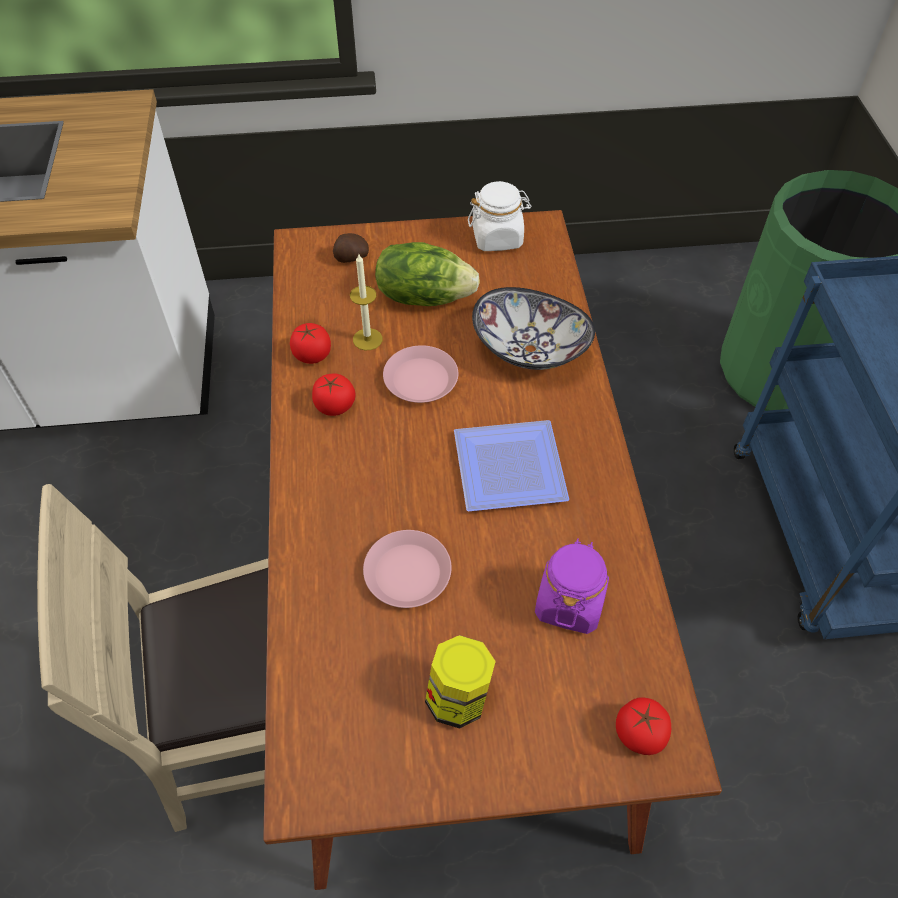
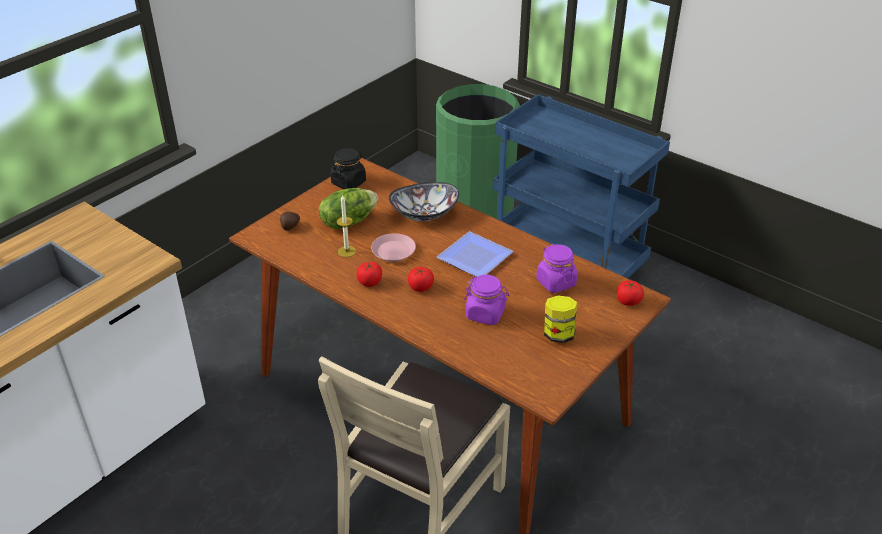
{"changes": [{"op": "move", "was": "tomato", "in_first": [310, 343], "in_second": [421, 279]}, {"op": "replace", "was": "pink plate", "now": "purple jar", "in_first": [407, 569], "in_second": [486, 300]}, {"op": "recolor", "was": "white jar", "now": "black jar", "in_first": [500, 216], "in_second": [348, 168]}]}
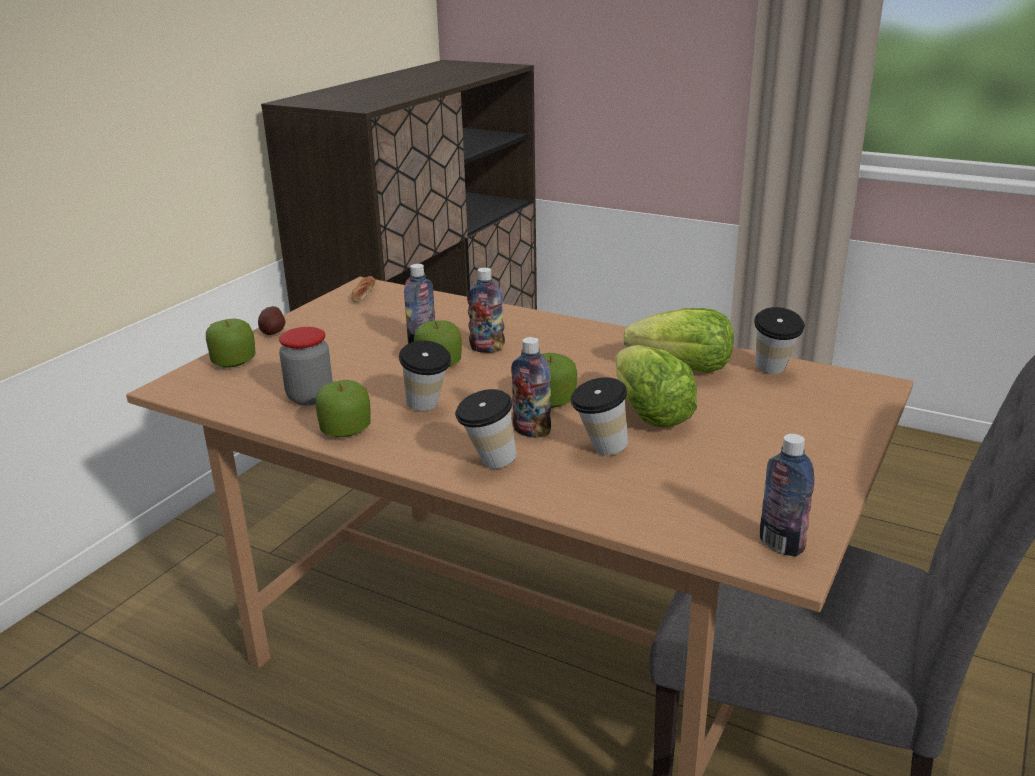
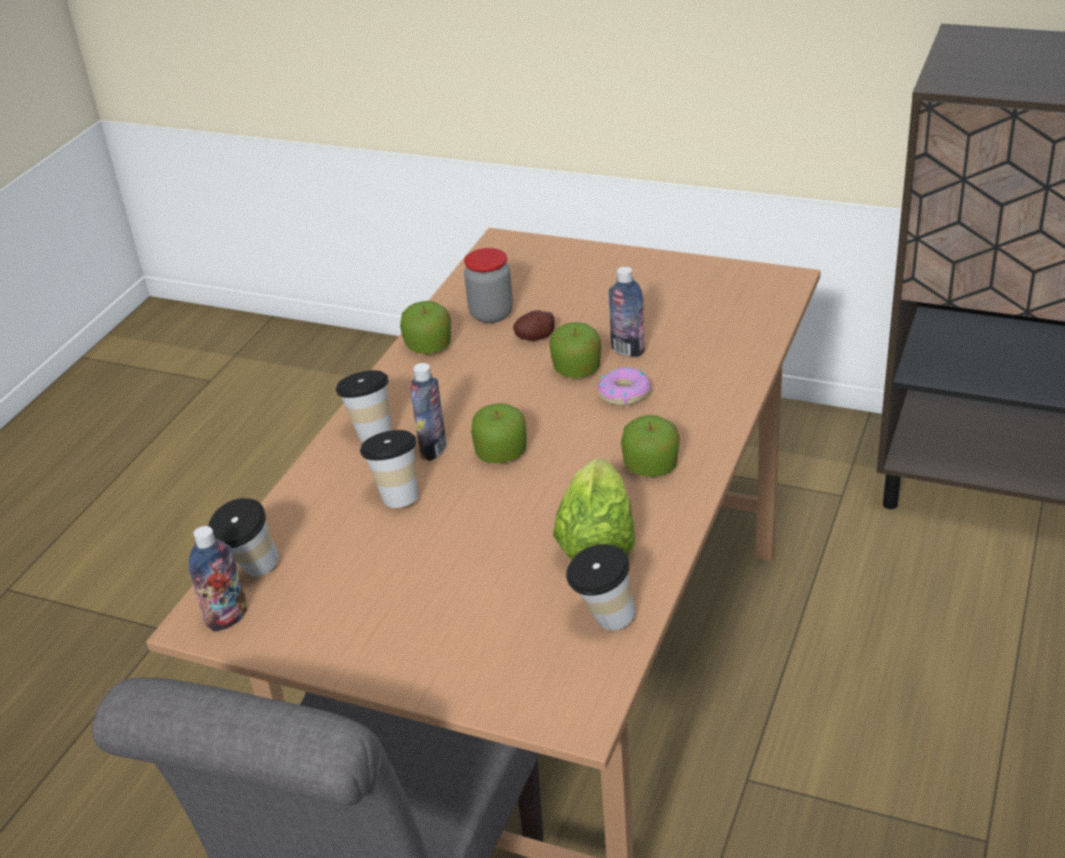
{"changes": [{"op": "move", "was": "apple", "in_first": [231, 343], "in_second": [650, 446]}, {"op": "move", "was": "potato", "in_first": [272, 320], "in_second": [534, 325]}, {"op": "delete", "was": "bread", "in_first": [363, 289]}, {"op": "move", "was": "cup", "in_first": [425, 375], "in_second": [243, 537]}, {"op": "replace", "was": "bottle", "now": "donut", "in_first": [486, 310], "in_second": [624, 386]}, {"op": "delete", "was": "lettuce", "in_first": [656, 386]}]}
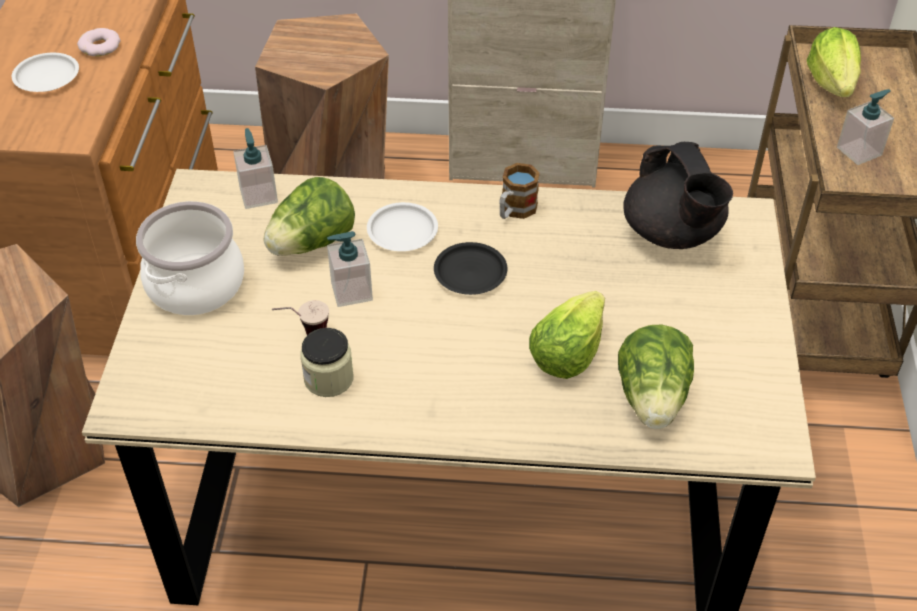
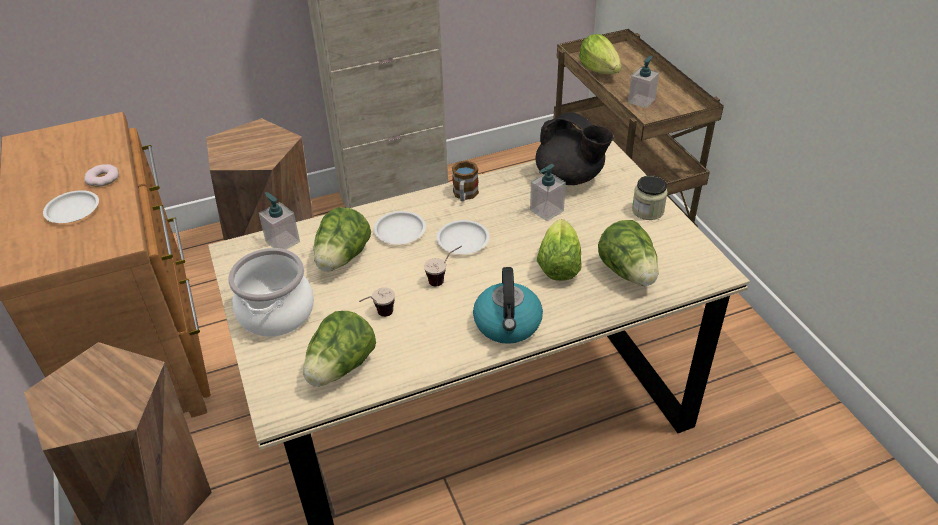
{"changes": [{"op": "move", "was": "jar", "in_first": [327, 362], "in_second": [650, 197]}, {"op": "move", "was": "soap dispenser", "in_first": [350, 269], "in_second": [548, 192]}, {"op": "recolor", "was": "black plate", "now": "white plate", "in_first": [471, 268], "in_second": [462, 237]}, {"op": "insert", "now": "lettuce", "in_second": [339, 348]}, {"op": "insert", "now": "cup", "in_second": [443, 265]}, {"op": "insert", "now": "kettle", "in_second": [508, 305]}]}
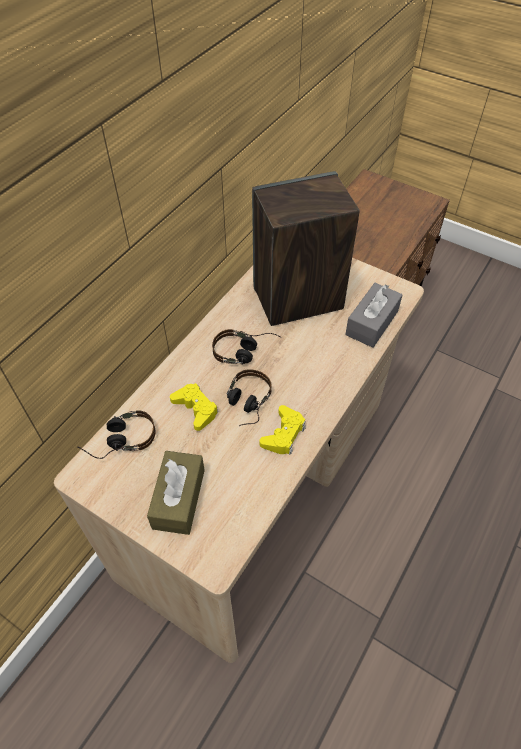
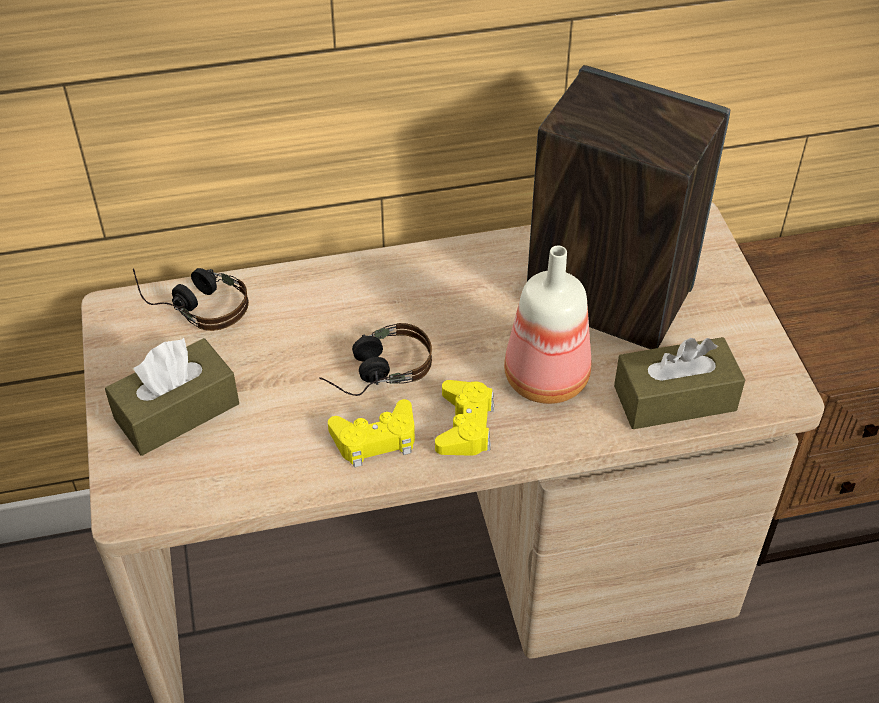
{"changes": [{"op": "move", "was": "yellow game controller", "in_first": [194, 407], "in_second": [464, 418]}, {"op": "delete", "was": "headphones", "in_first": [246, 347]}, {"op": "recolor", "was": "grey tissue box", "now": "brown tissue box", "in_first": [374, 315], "in_second": [679, 383]}, {"op": "insert", "now": "bottle", "in_second": [547, 325]}]}
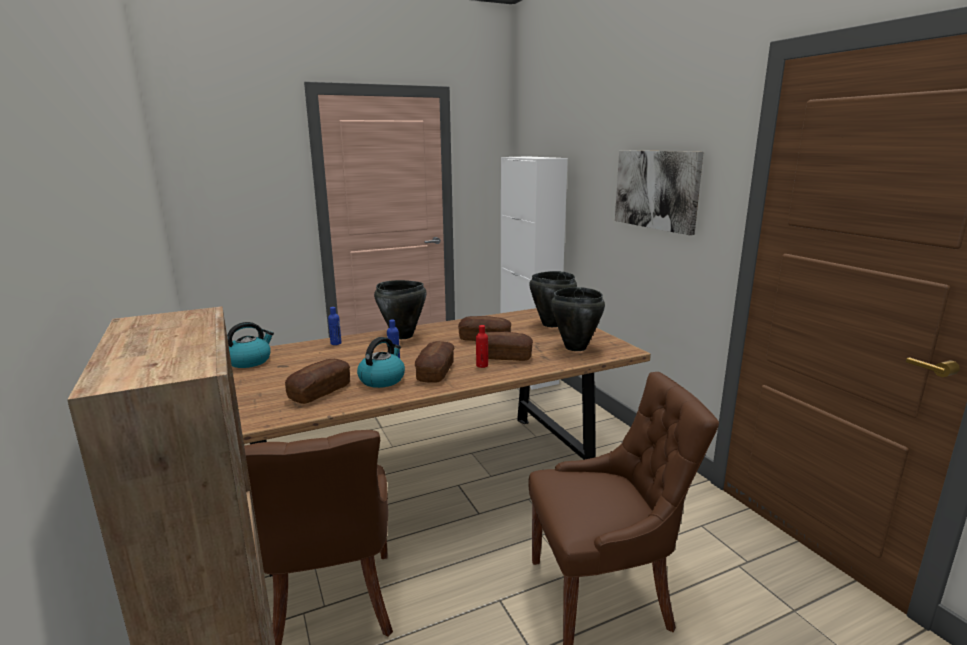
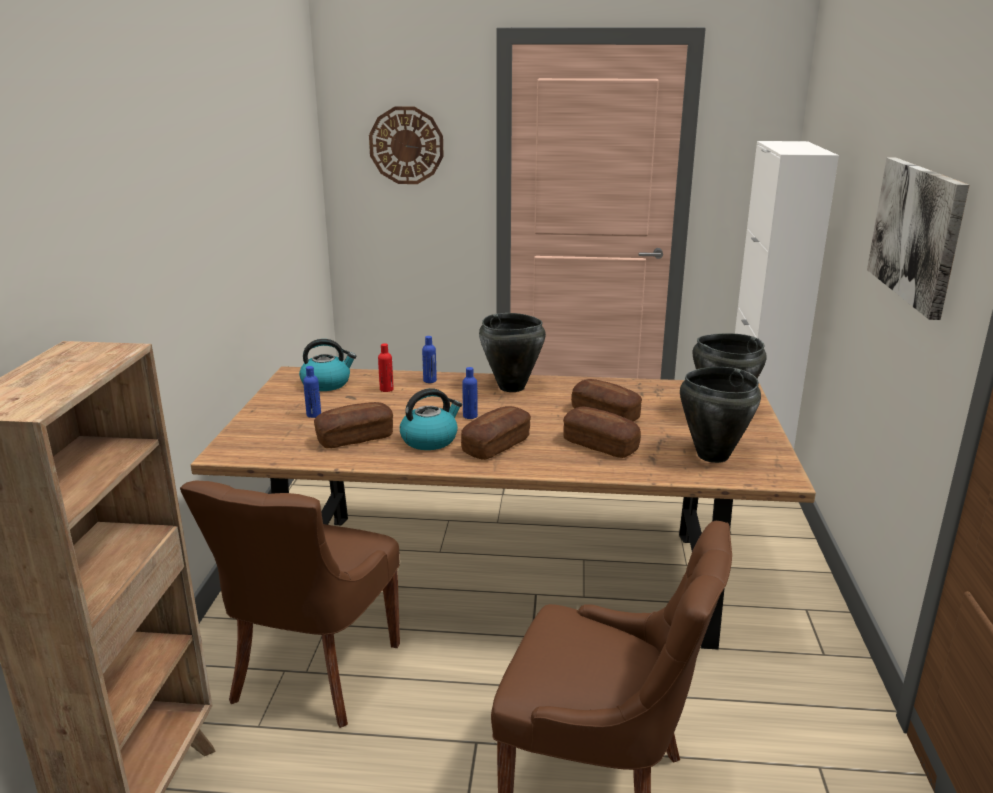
{"changes": [{"op": "move", "was": "red bottle", "in_first": [482, 346], "in_second": [386, 367]}, {"op": "insert", "now": "blue bottle", "in_second": [312, 392]}, {"op": "insert", "now": "wall clock", "in_second": [406, 145]}]}
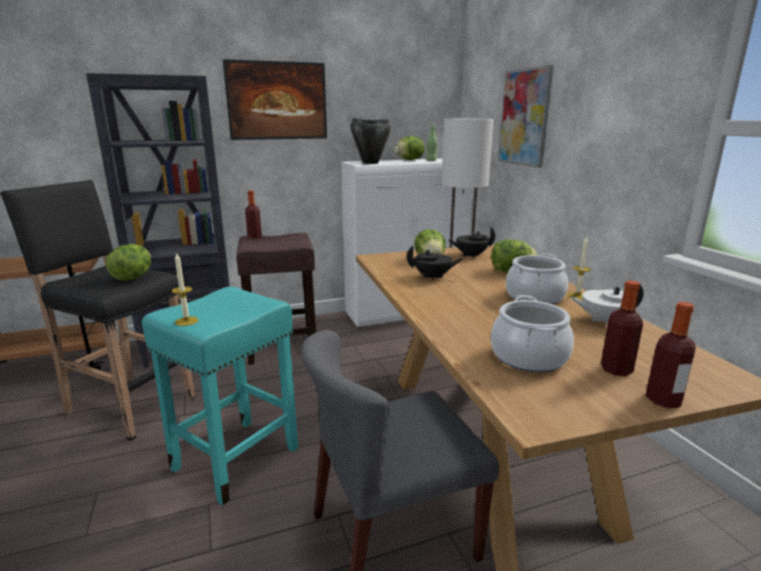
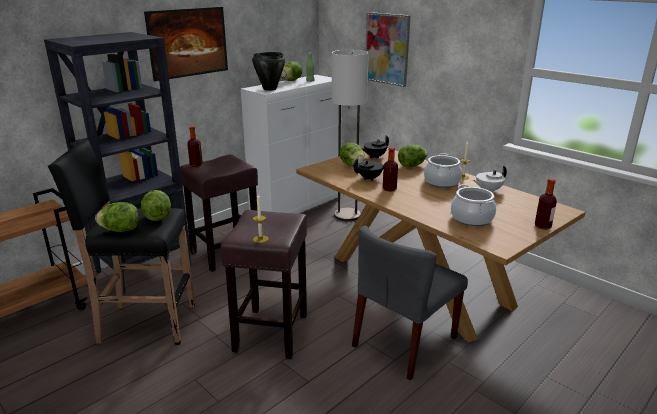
{"changes": [{"op": "recolor", "was": "turquoise stool", "now": "brown stool", "in_first": [220, 395], "in_second": [263, 284]}, {"op": "move", "was": "bottle", "in_first": [622, 328], "in_second": [390, 169]}, {"op": "insert", "now": "lettuce", "in_second": [117, 217]}]}
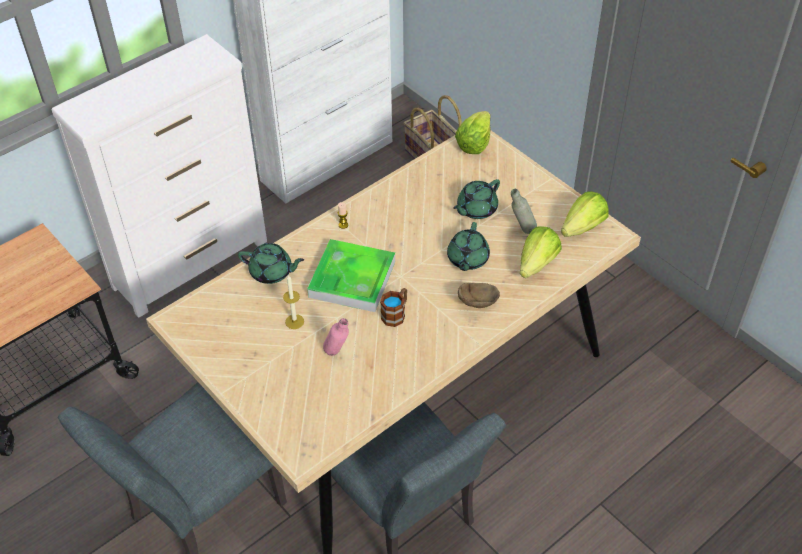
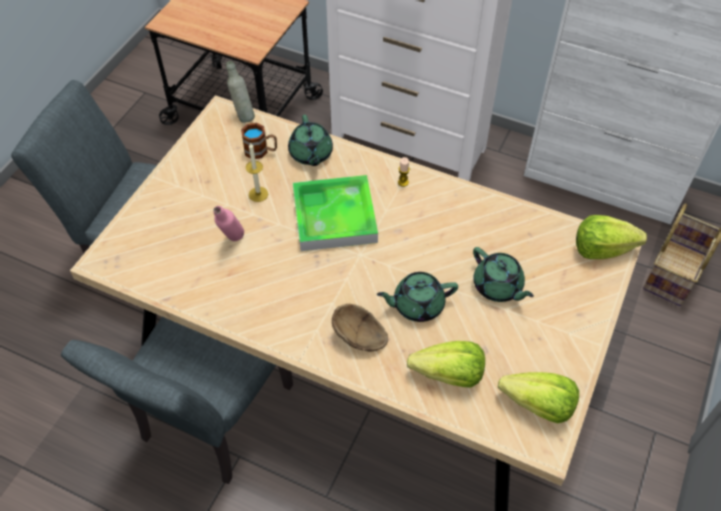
{"changes": [{"op": "move", "was": "mug", "in_first": [393, 307], "in_second": [259, 141]}, {"op": "rotate", "was": "green teapot", "in_first": [476, 199], "in_second": [503, 274], "clockwise": -150}, {"op": "move", "was": "grey bottle", "in_first": [524, 211], "in_second": [240, 92]}]}
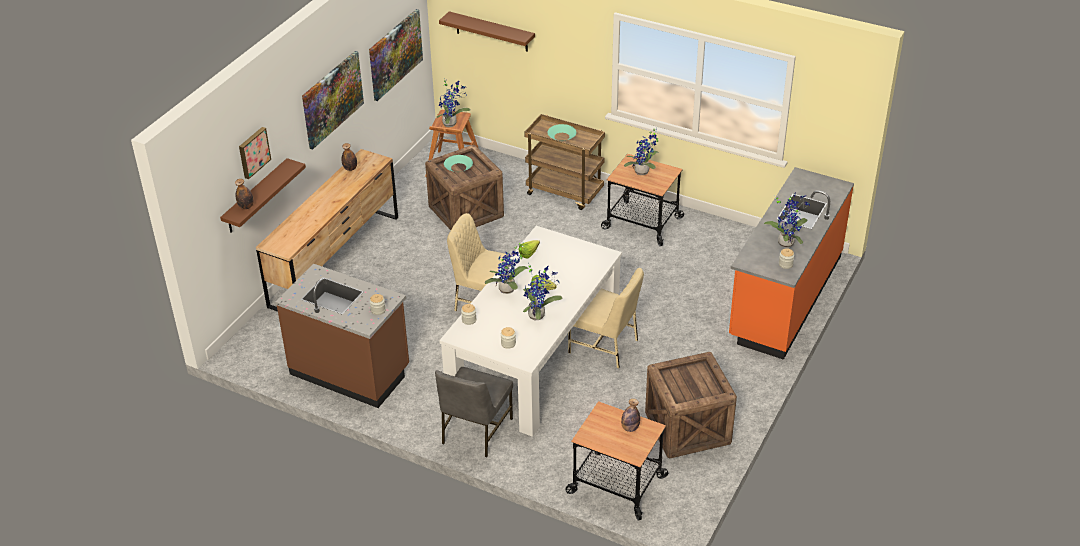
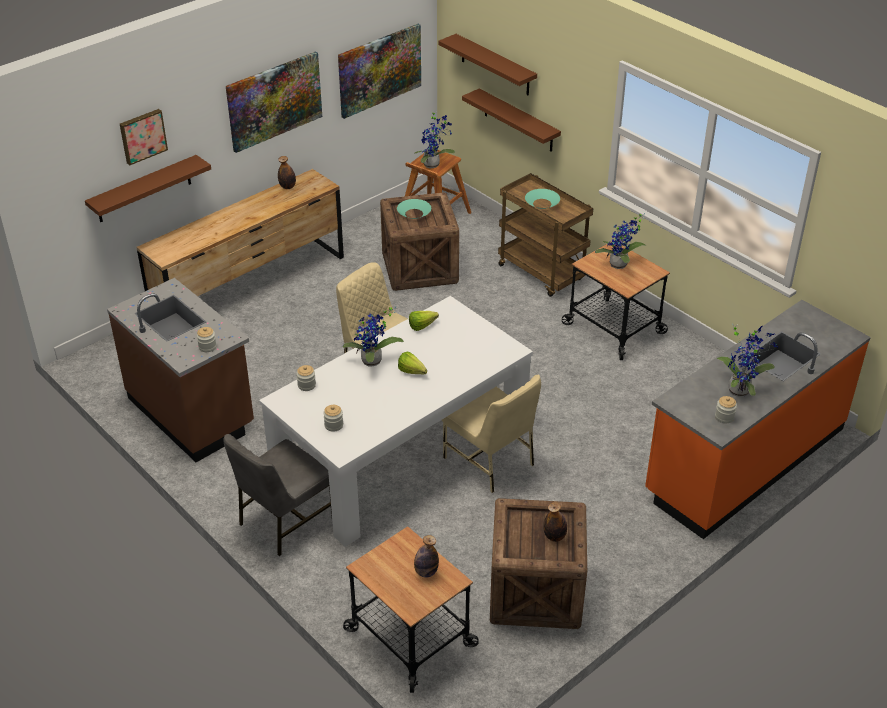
{"changes": [{"op": "move", "was": "bottle", "in_first": [244, 194], "in_second": [555, 522]}, {"op": "delete", "was": "potted plant", "in_first": [543, 291]}, {"op": "insert", "now": "brown shelf", "in_second": [511, 120]}]}
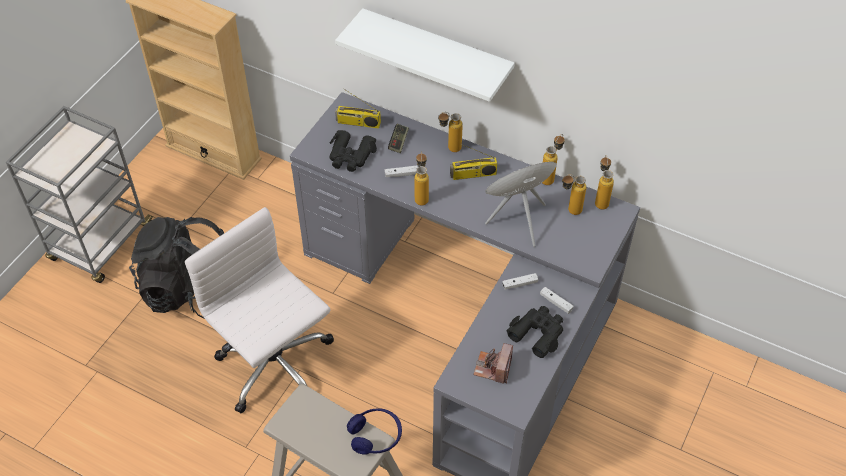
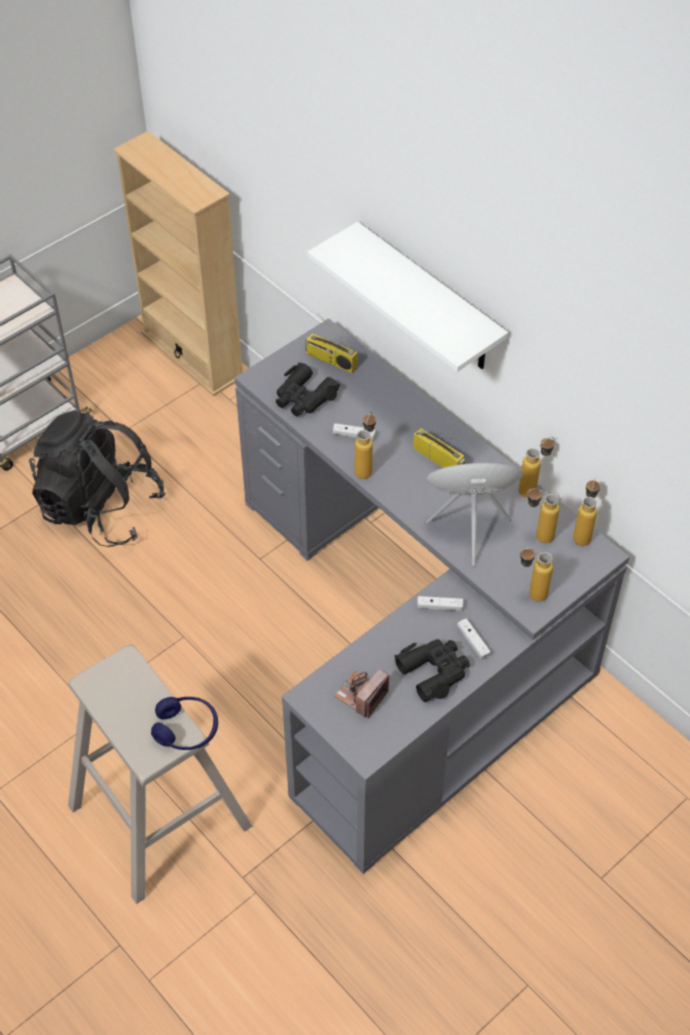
{"changes": [{"op": "delete", "was": "white office chair", "in_first": [259, 310]}, {"op": "delete", "was": "game controller", "in_first": [398, 138]}, {"op": "move", "was": "bottle", "in_first": [450, 132], "in_second": [536, 575]}, {"op": "rotate", "was": "radio", "in_first": [474, 161], "in_second": [439, 448], "clockwise": -150}]}
